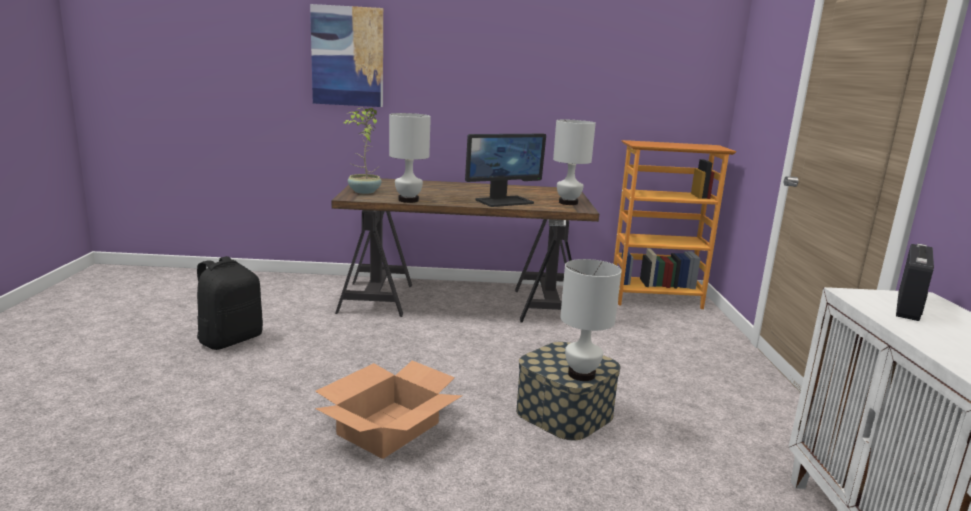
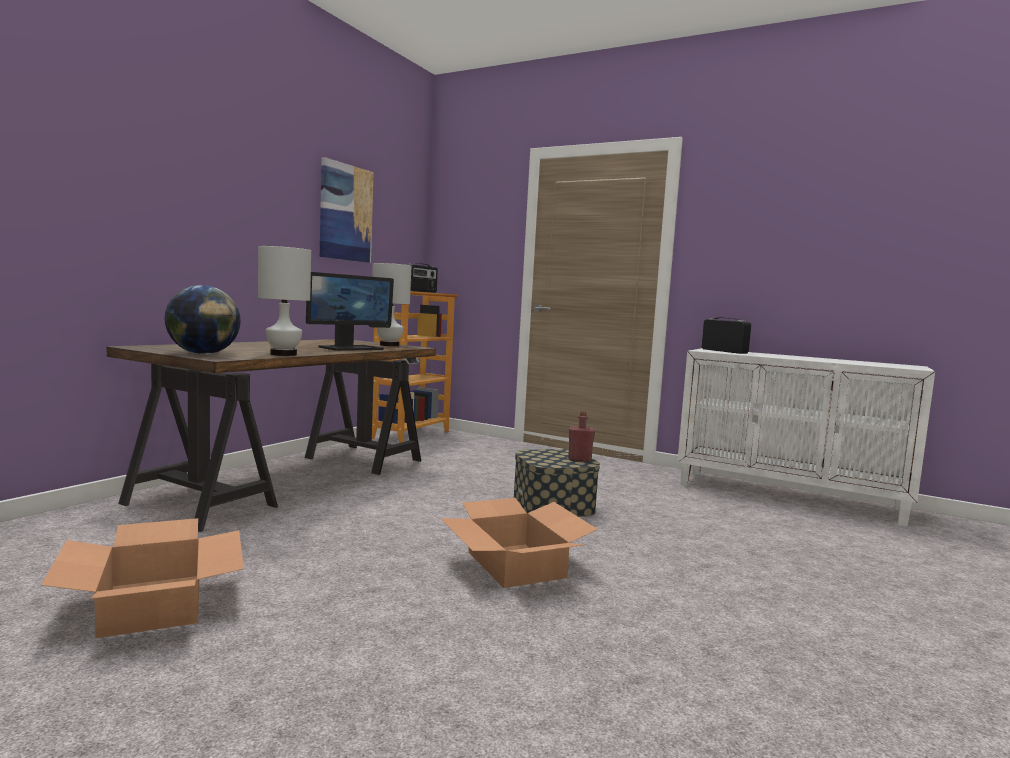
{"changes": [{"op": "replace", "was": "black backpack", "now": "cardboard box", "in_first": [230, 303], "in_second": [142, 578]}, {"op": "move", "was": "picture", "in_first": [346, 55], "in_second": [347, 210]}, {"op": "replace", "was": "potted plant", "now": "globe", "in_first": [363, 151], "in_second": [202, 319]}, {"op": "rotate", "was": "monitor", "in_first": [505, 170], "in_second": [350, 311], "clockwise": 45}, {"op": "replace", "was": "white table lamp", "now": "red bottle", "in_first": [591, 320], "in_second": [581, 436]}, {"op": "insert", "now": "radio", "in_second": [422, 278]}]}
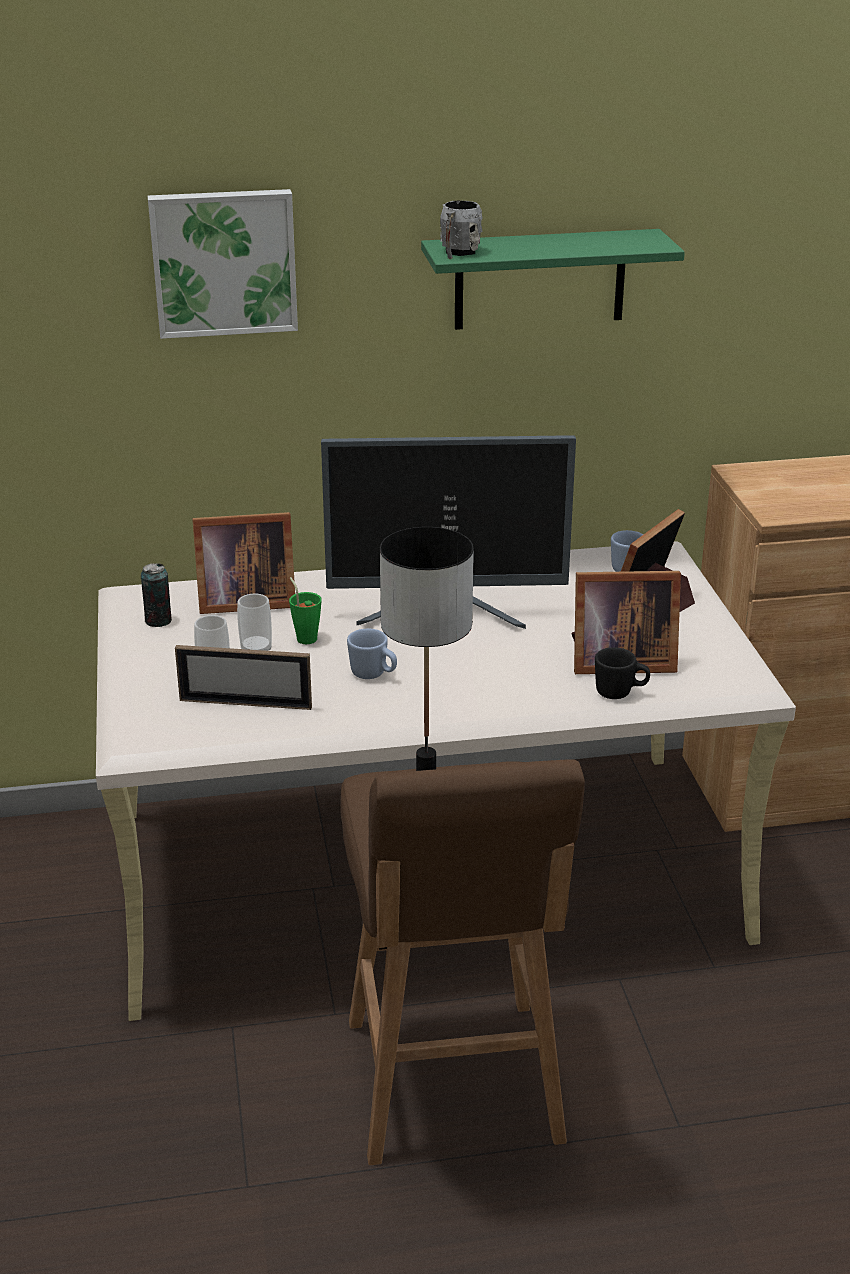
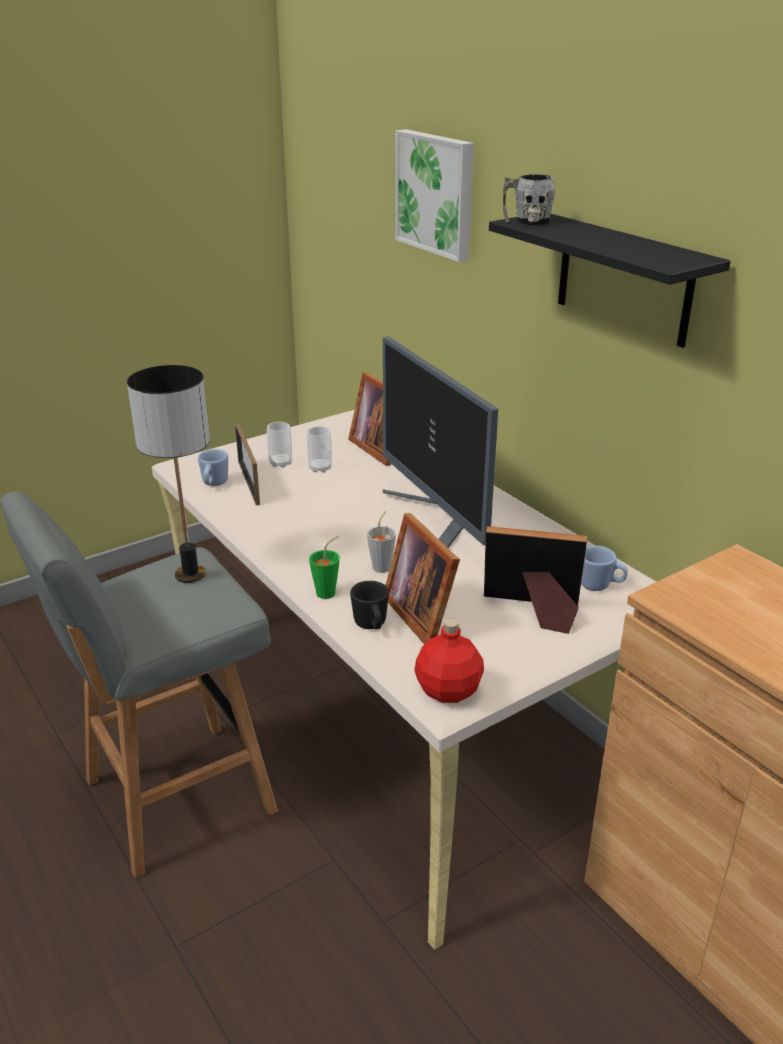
{"changes": [{"op": "delete", "was": "can", "in_first": [156, 595]}, {"op": "move", "was": "green cup", "in_first": [305, 610], "in_second": [324, 567]}, {"op": "recolor", "was": "brown stool", "now": "grey stool", "in_first": [462, 962], "in_second": [139, 685]}, {"op": "move", "was": "blue mug", "in_first": [372, 654], "in_second": [213, 467]}, {"op": "recolor", "was": "green shelf", "now": "black shelf", "in_first": [553, 279], "in_second": [610, 280]}, {"op": "insert", "now": "grey cup", "in_second": [381, 542]}, {"op": "insert", "now": "red bottle", "in_second": [449, 660]}]}
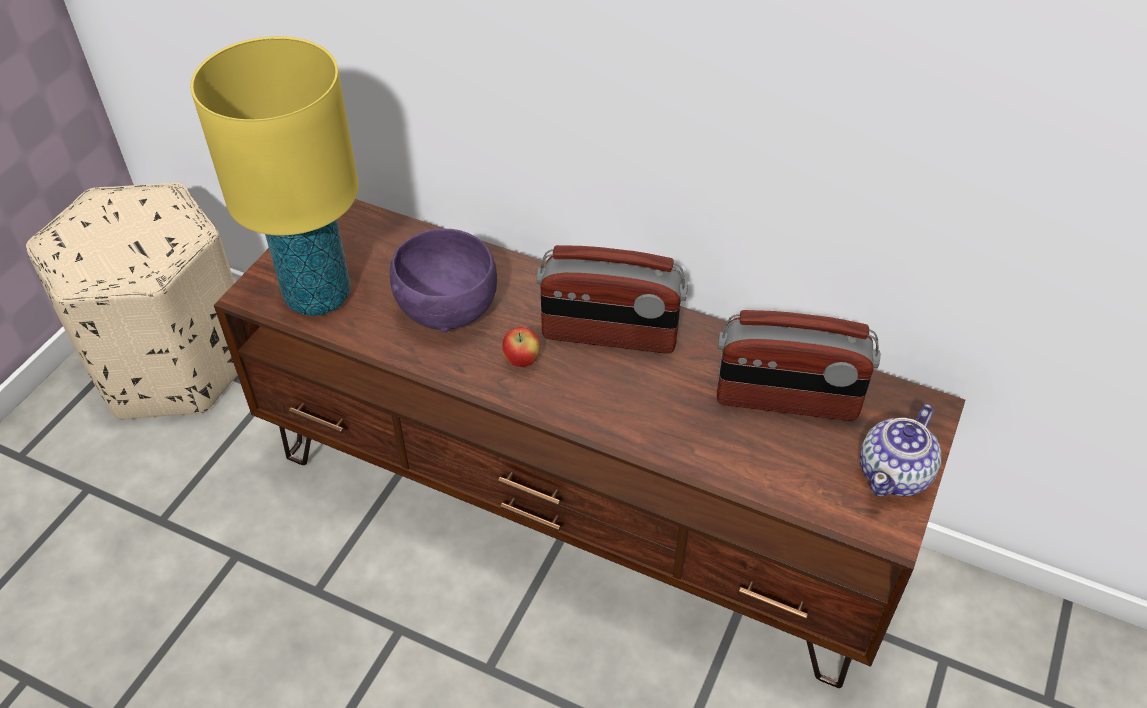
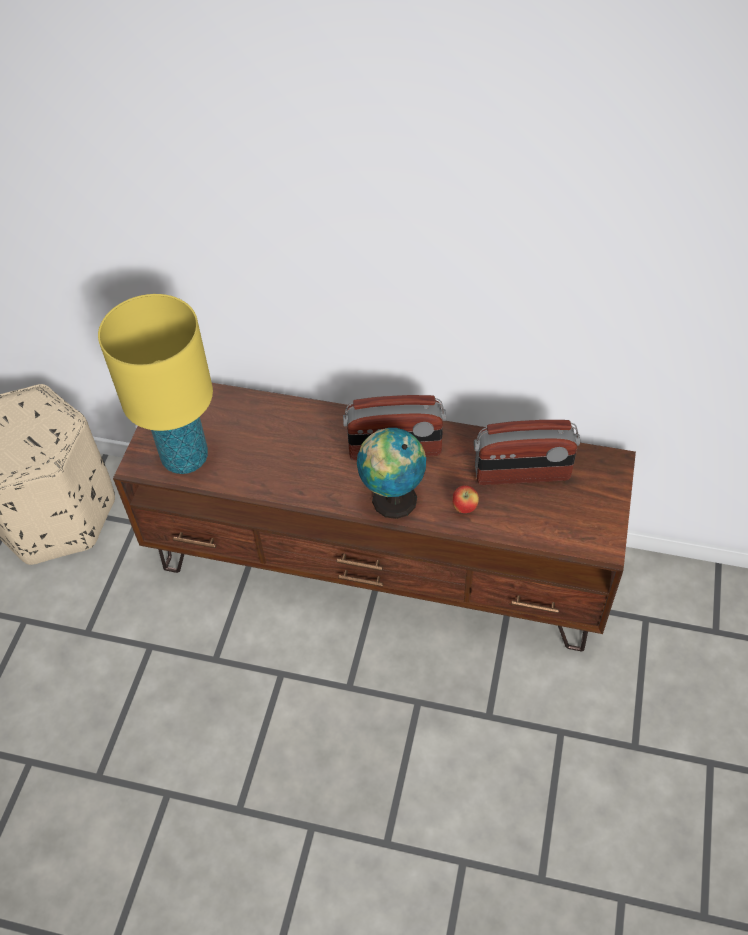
{"changes": [{"op": "delete", "was": "purple bowl", "in_first": [443, 280]}, {"op": "move", "was": "apple", "in_first": [521, 347], "in_second": [465, 499]}, {"op": "delete", "was": "teapot", "in_first": [900, 450]}, {"op": "insert", "now": "globe", "in_second": [391, 473]}]}
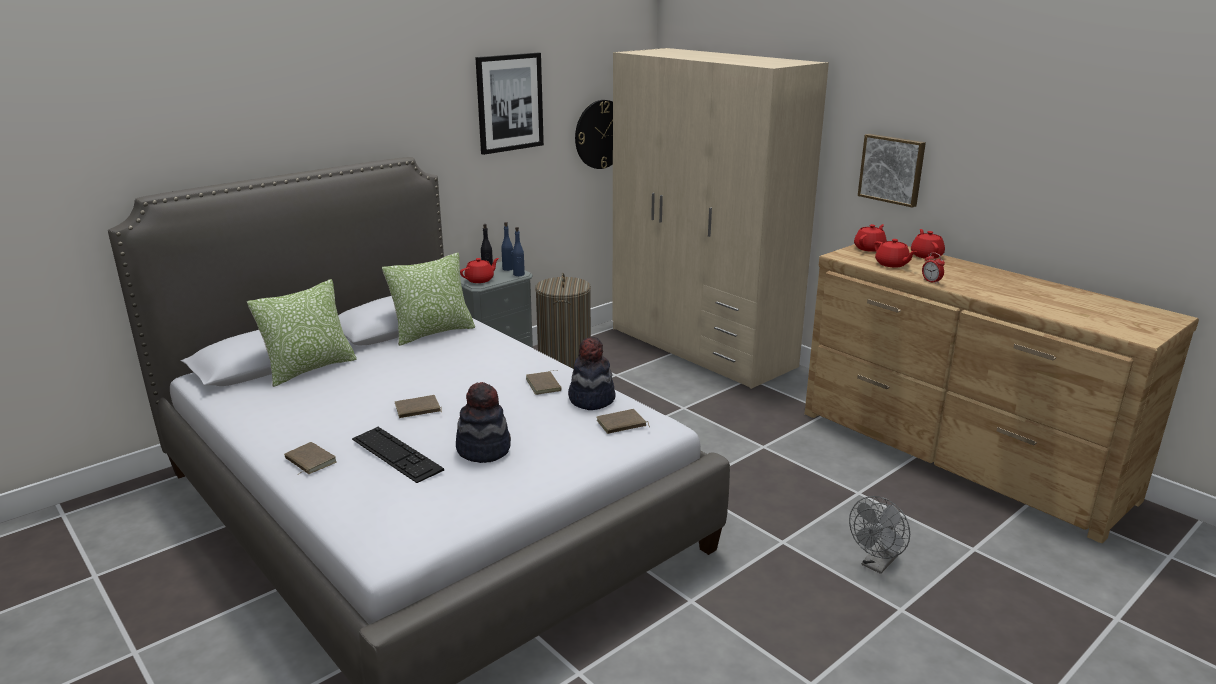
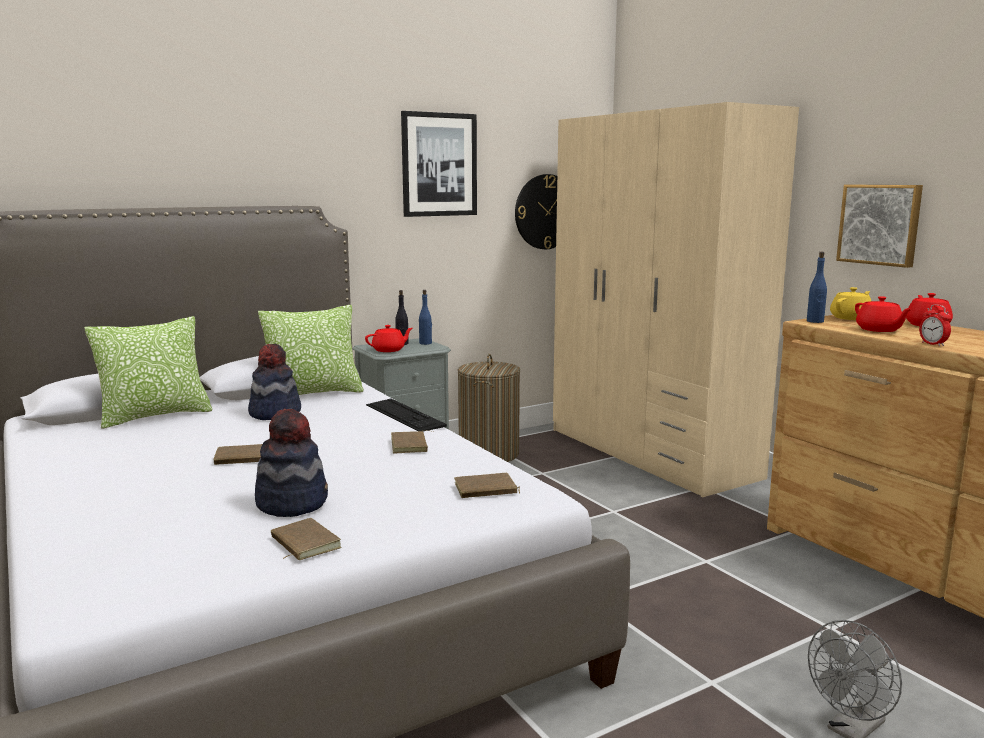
{"changes": [{"op": "move", "was": "brown book", "in_first": [310, 458], "in_second": [306, 539]}, {"op": "move", "was": "keyboard", "in_first": [398, 455], "in_second": [406, 415]}, {"op": "move", "was": "blue bottle", "in_first": [518, 251], "in_second": [817, 287]}, {"op": "move", "was": "hat", "in_first": [592, 373], "in_second": [274, 382]}, {"op": "recolor", "was": "red teapot", "now": "yellow teapot", "in_first": [870, 238], "in_second": [850, 303]}]}
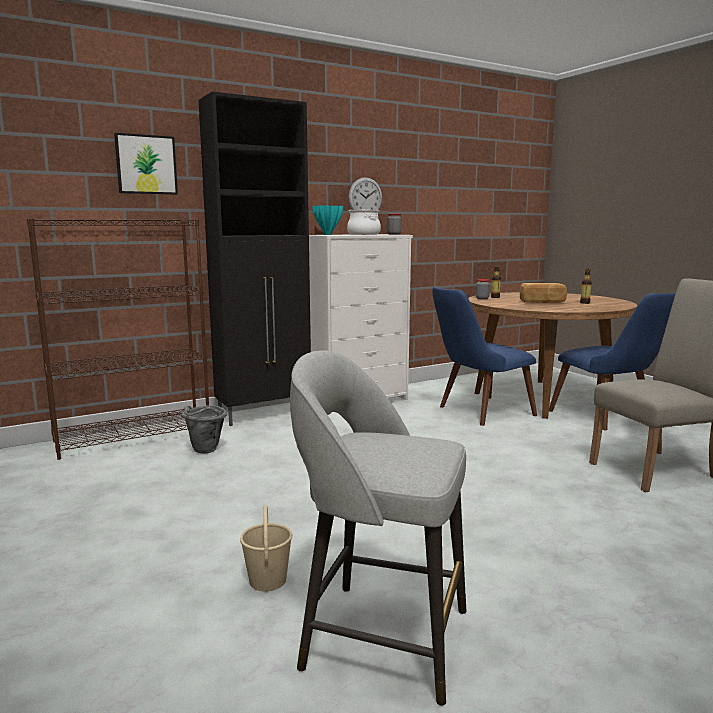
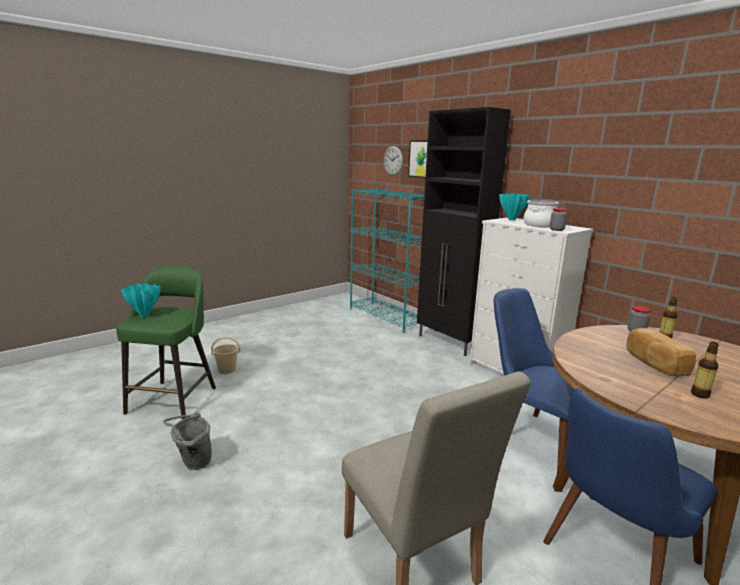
{"changes": [{"op": "recolor", "was": "brown bookcase", "now": "turquoise bookcase", "in_first": [118, 339], "in_second": [387, 260]}, {"op": "move", "was": "grey bucket", "in_first": [204, 429], "in_second": [187, 441]}, {"op": "recolor", "was": "grey stool", "now": "green stool", "in_first": [378, 528], "in_second": [166, 342]}, {"op": "move", "was": "wall clock", "in_first": [365, 193], "in_second": [393, 160]}, {"op": "insert", "now": "turquoise vase", "in_second": [141, 300]}]}
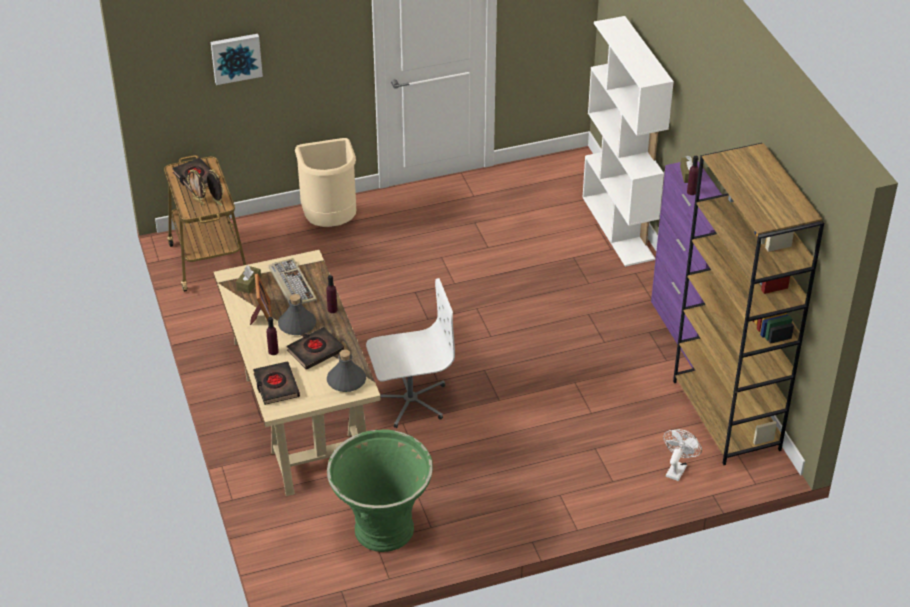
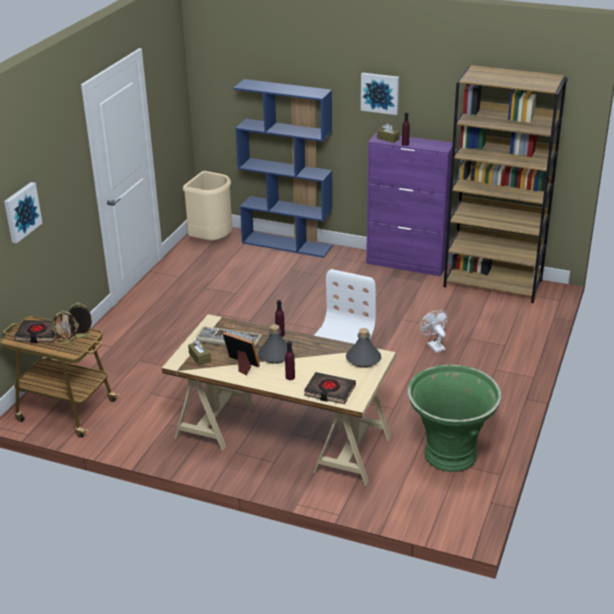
{"changes": [{"op": "delete", "was": "black book", "in_first": [315, 348]}, {"op": "move", "was": "beige trash can", "in_first": [325, 182], "in_second": [207, 206]}, {"op": "recolor", "was": "white bookcase", "now": "blue bookcase", "in_first": [628, 141], "in_second": [282, 168]}, {"op": "move", "was": "white fan", "in_first": [682, 455], "in_second": [434, 331]}, {"op": "insert", "now": "picture", "in_second": [380, 94]}]}
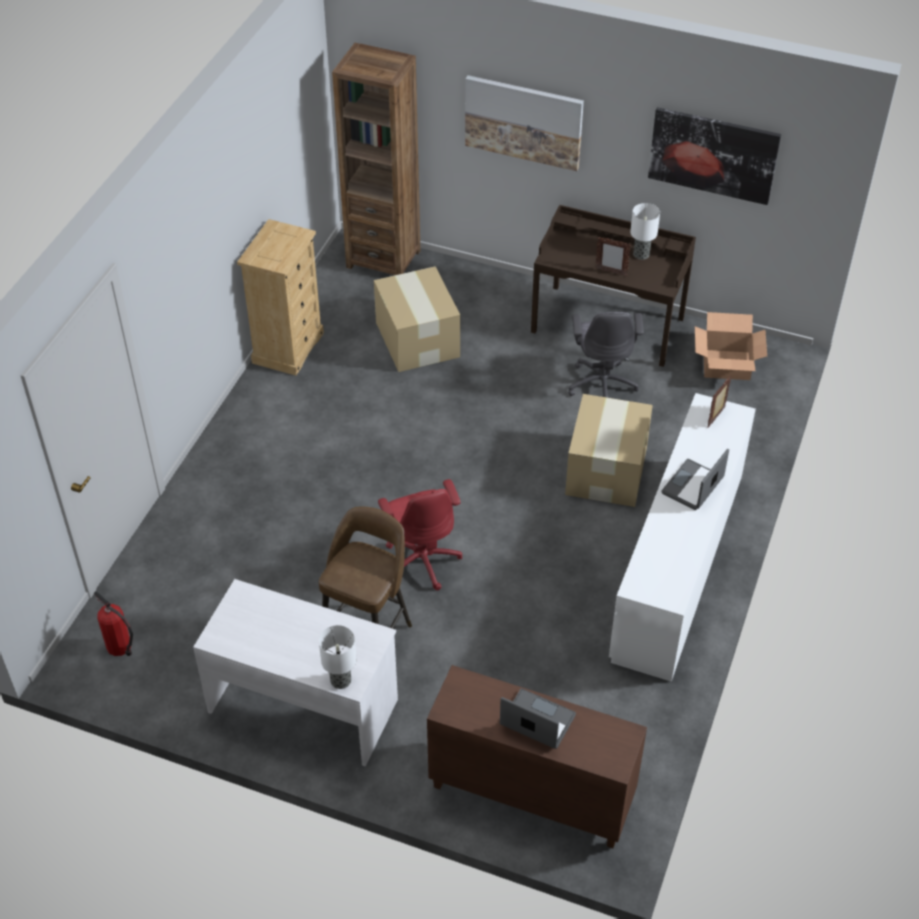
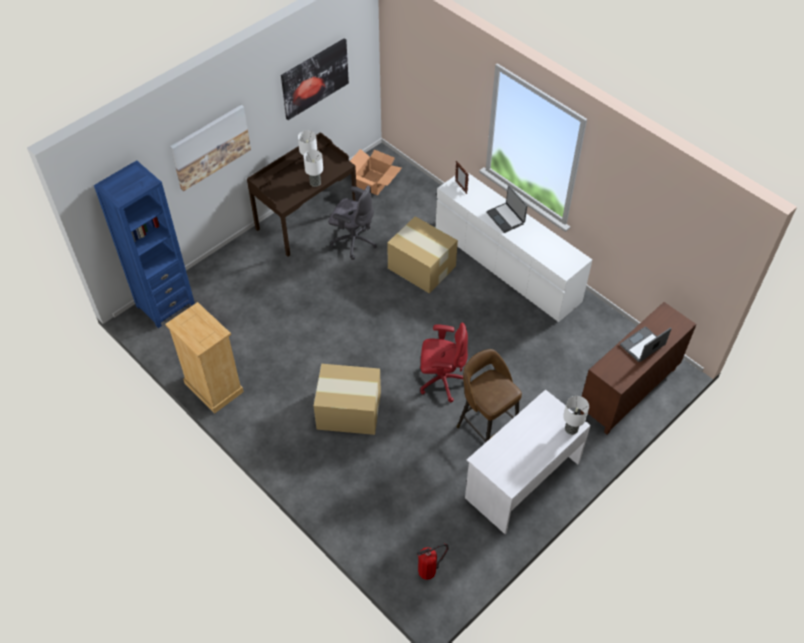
{"changes": [{"op": "recolor", "was": "brown bookcase", "now": "blue bookcase", "in_first": [376, 159], "in_second": [144, 244]}, {"op": "move", "was": "cardboard box", "in_first": [417, 319], "in_second": [347, 399]}, {"op": "replace", "was": "picture frame", "now": "table lamp", "in_first": [613, 256], "in_second": [313, 168]}]}
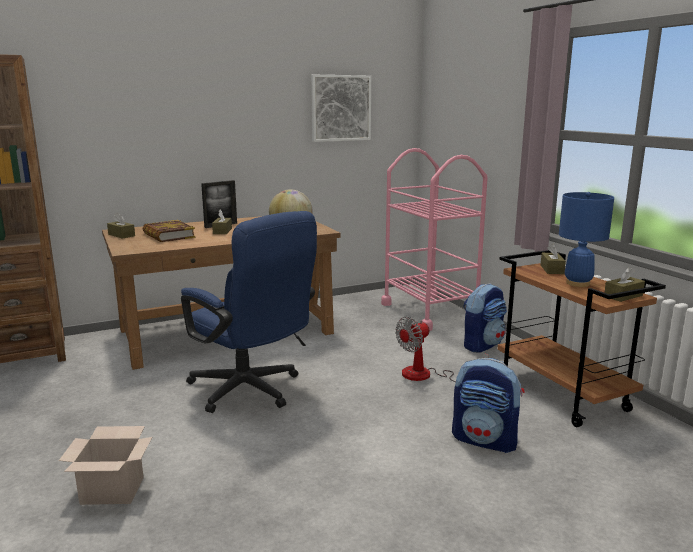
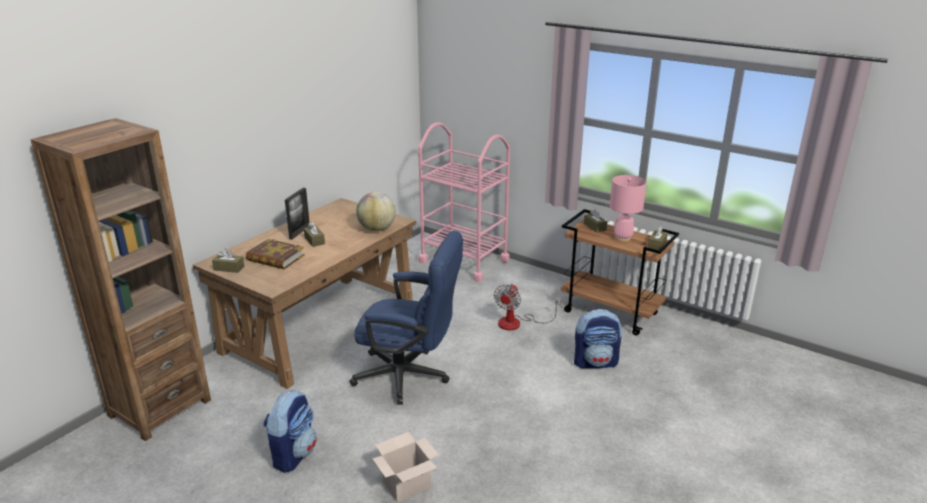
{"changes": [{"op": "delete", "was": "picture", "in_first": [341, 108]}, {"op": "move", "was": "backpack", "in_first": [485, 318], "in_second": [290, 431]}, {"op": "recolor", "was": "blue table lamp", "now": "pink table lamp", "in_first": [586, 239], "in_second": [628, 208]}]}
